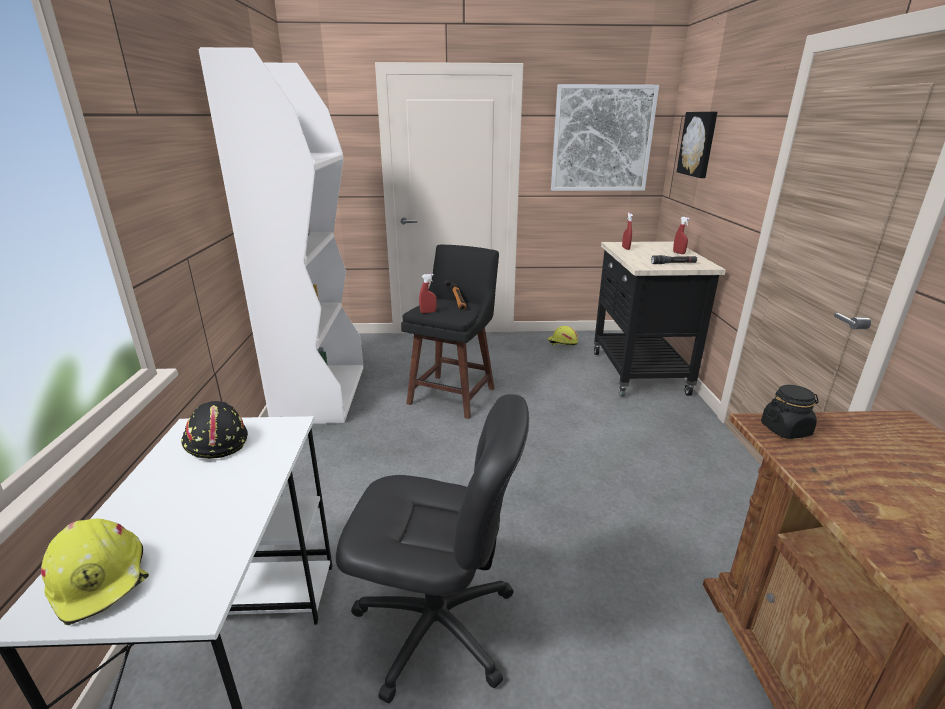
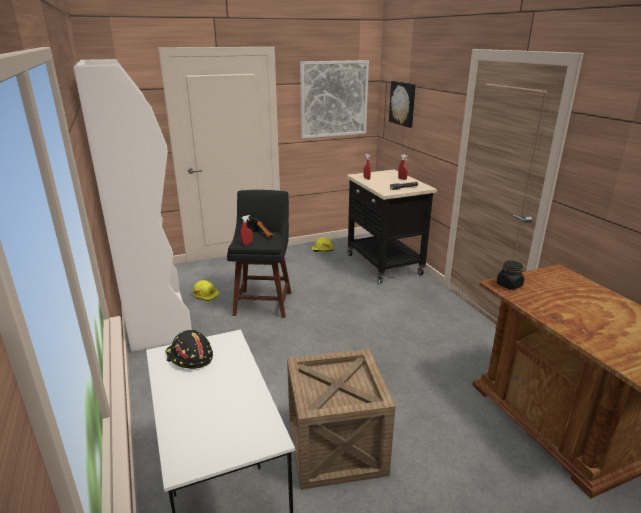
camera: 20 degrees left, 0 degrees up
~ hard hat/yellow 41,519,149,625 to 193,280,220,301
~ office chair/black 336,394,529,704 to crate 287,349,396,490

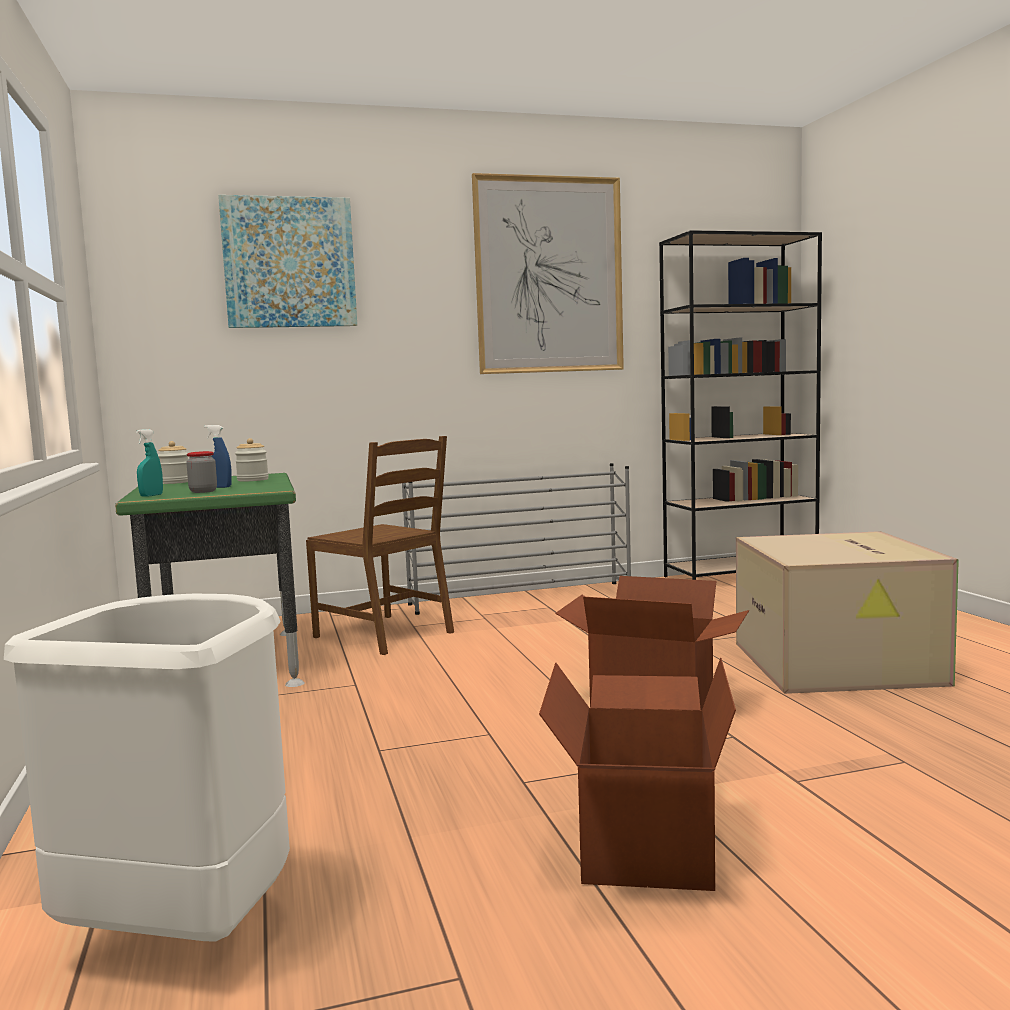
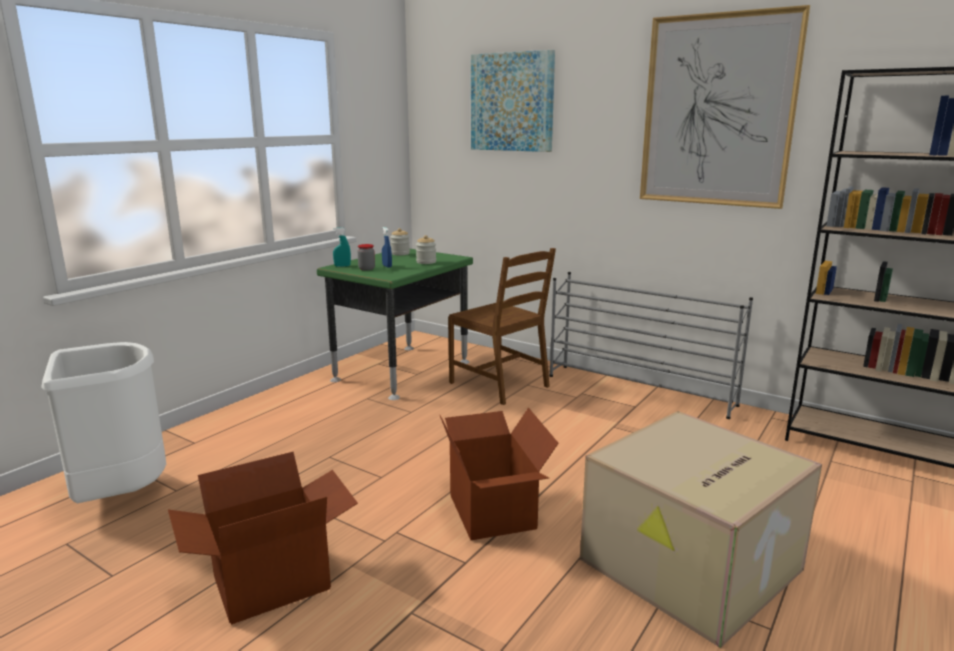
camera: 50 degrees right, 10 degrees up
~ chair/brown 306,436,454,655 = 448,248,556,405 45 degrees counterclockwise

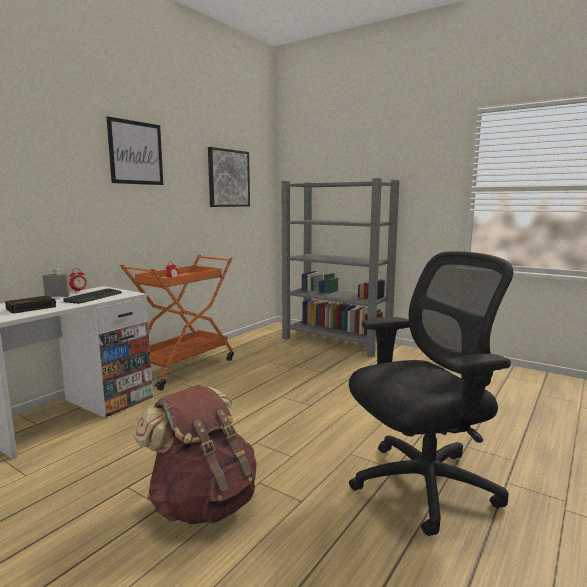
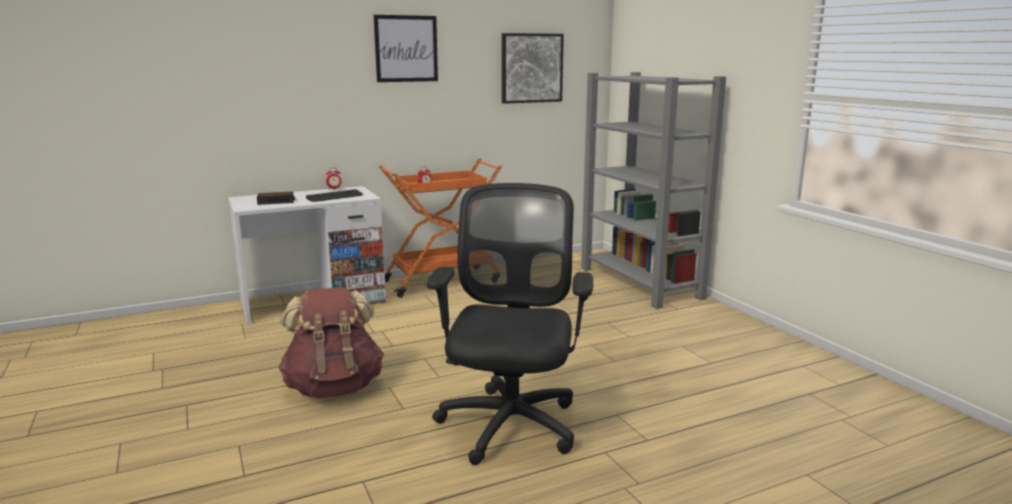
camera: 30 degrees right, 5 degrees up
~ office chair/black 349,251,513,536 = 427,183,593,465 90 degrees counterclockwise
- bottle/grey 42,268,70,297

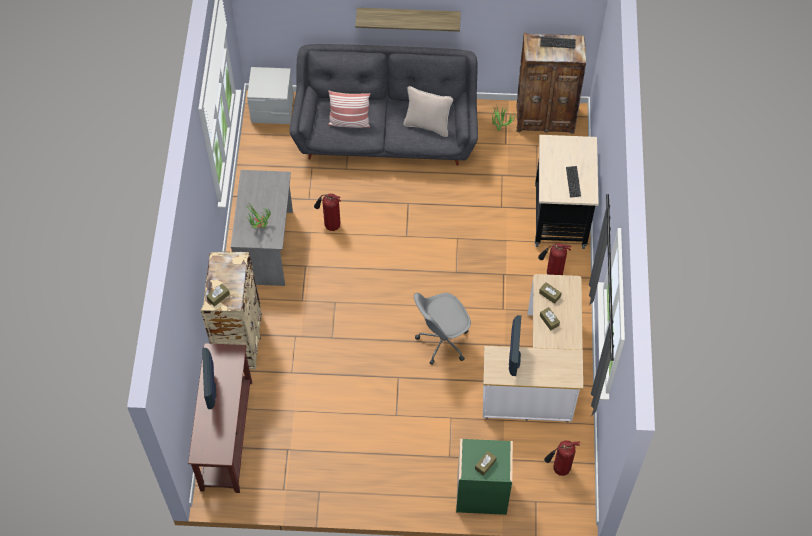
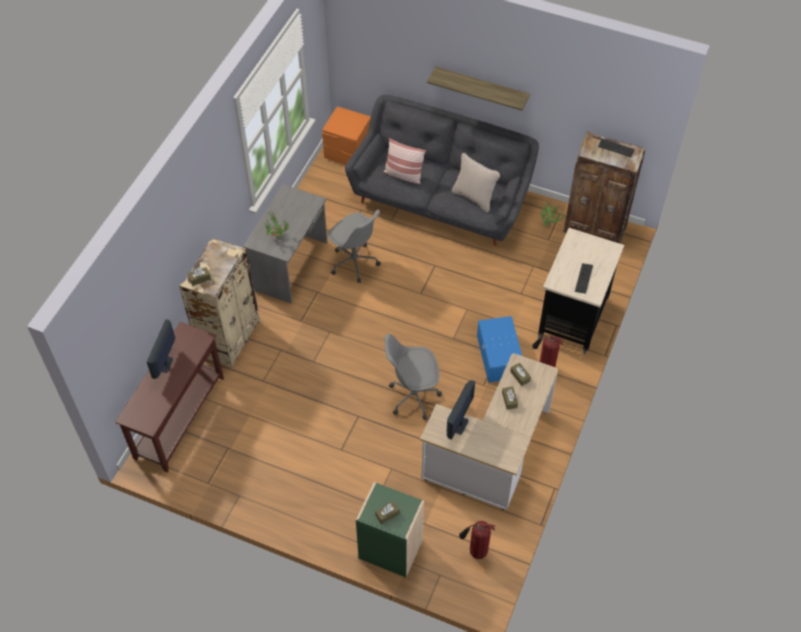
camera: 20 degrees right, 5 degrees down
~ nightstand/white 247,67,294,124 to nightstand/orange 322,106,371,165
~ fire extinguisher 314,194,341,231 to office chair/grey 328,209,381,283
+ storage box/blue 477,316,522,383

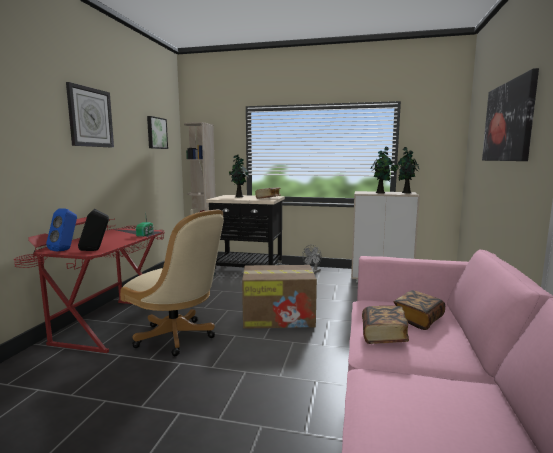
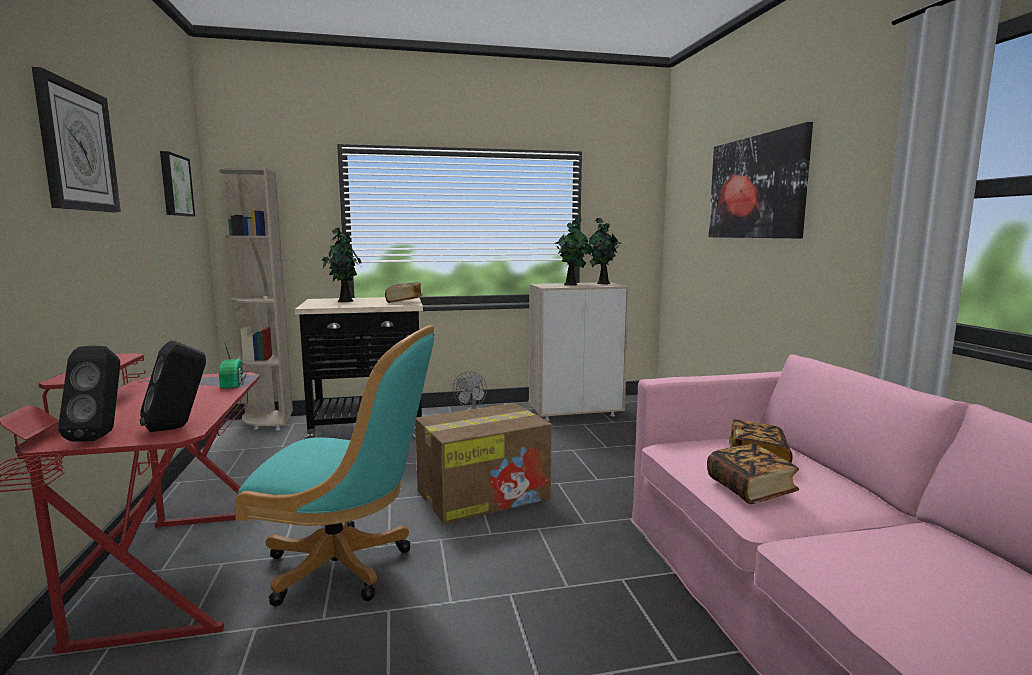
camera: 25 degrees left, 0 degrees up
~ speaker/blue 46,208,77,251 to speaker/black 58,346,120,442
~ office chair/beige 120,210,224,356 to office chair/turquoise 235,325,434,606

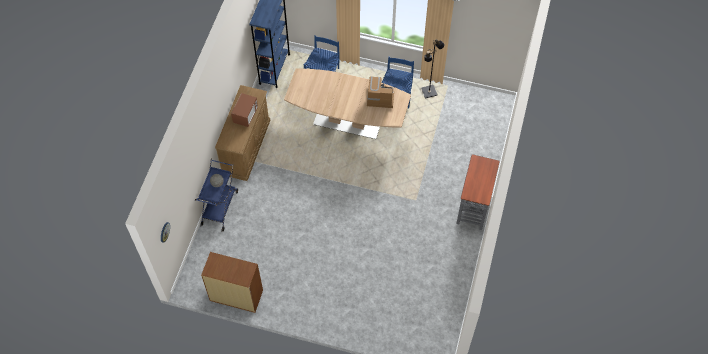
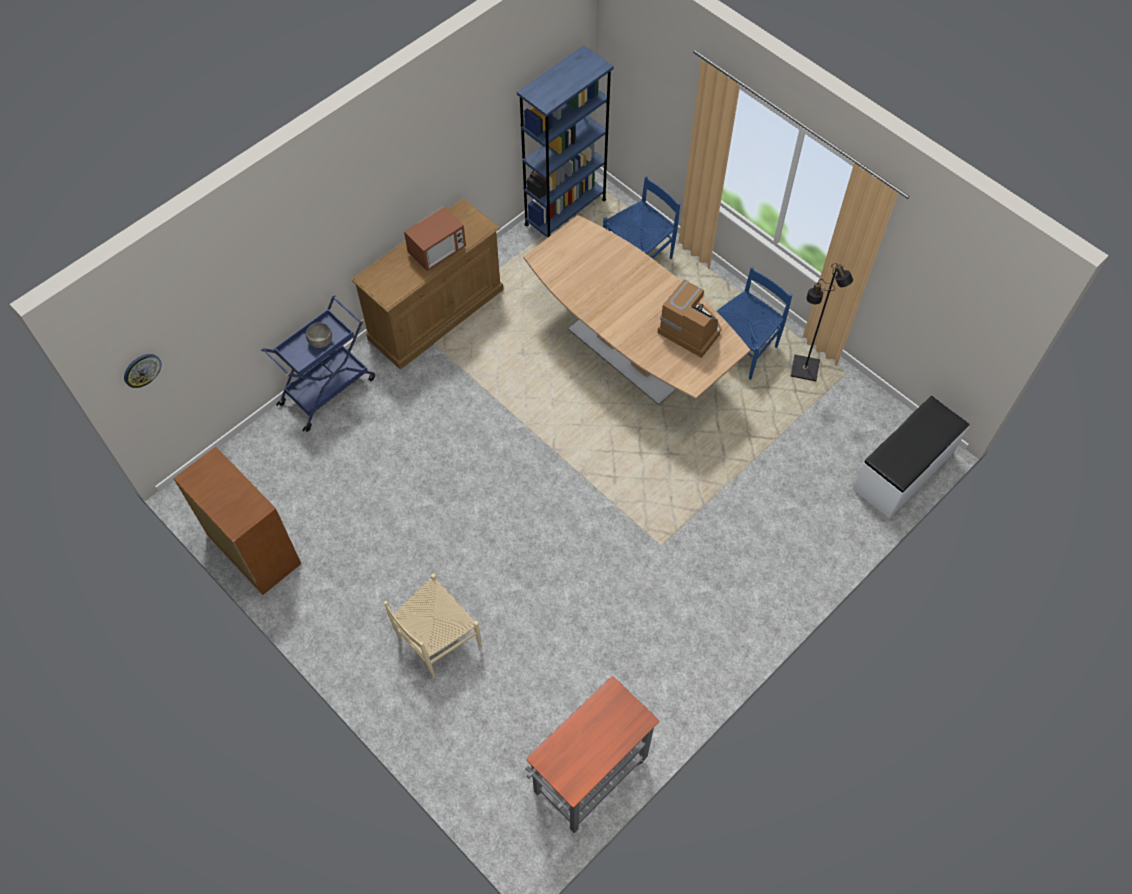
camera: 30 degrees right, 0 degrees up
+ chair/beige 384,573,481,677
~ cart/grey 456,154,500,230 to 525,676,659,833
+ bench/white 853,396,970,519

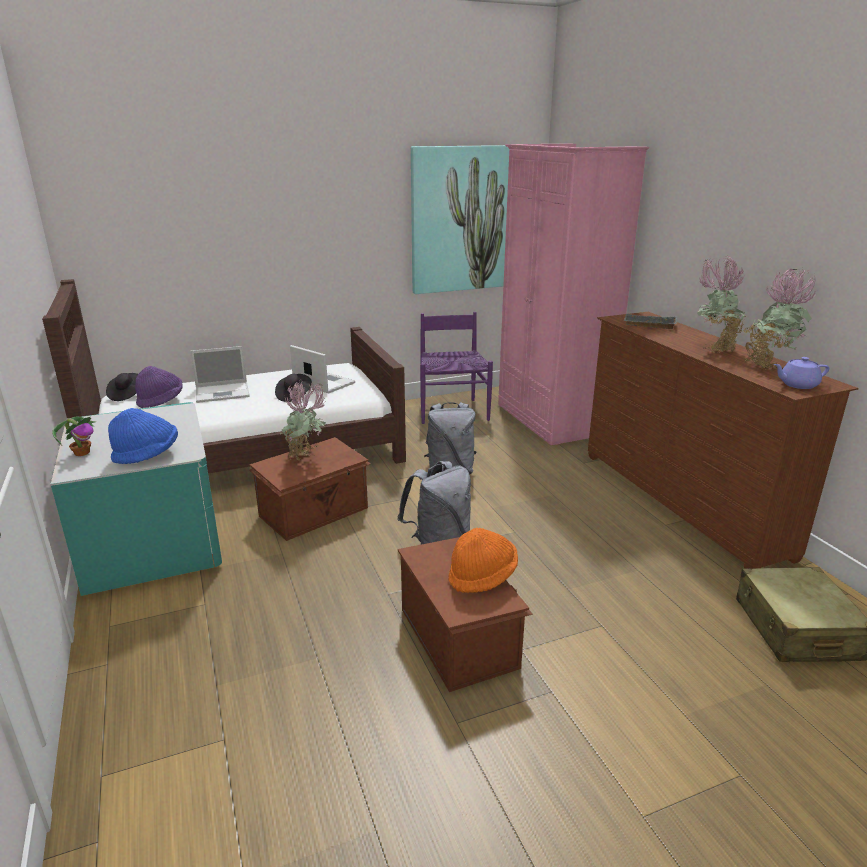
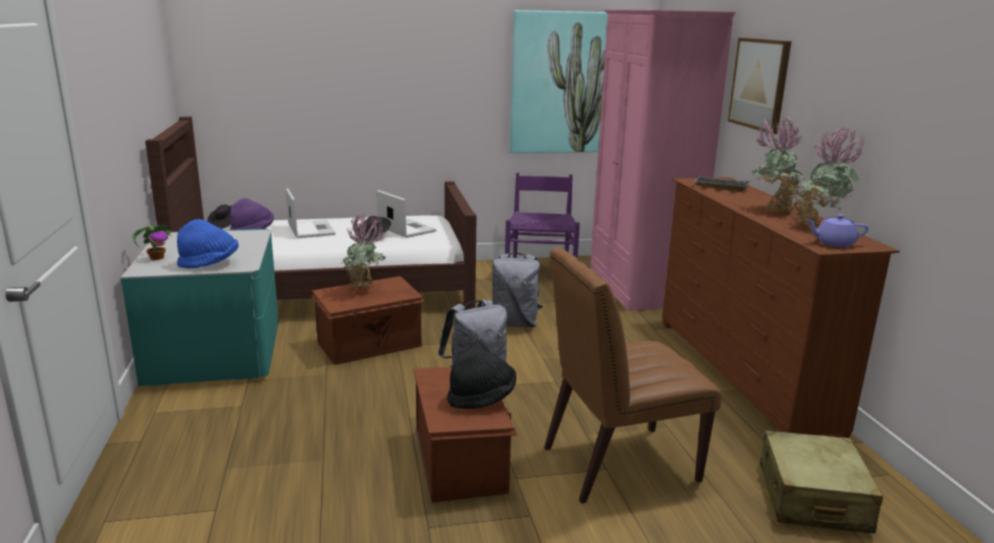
camera: 10 degrees right, 5 degrees down
~ laptop 190,346,250,403 = 286,188,336,238 105 degrees counterclockwise
~ hat/orange 448,528,518,593 to hat/black 447,347,516,409
+ chair/brown 544,247,721,503
+ picture 728,38,791,134

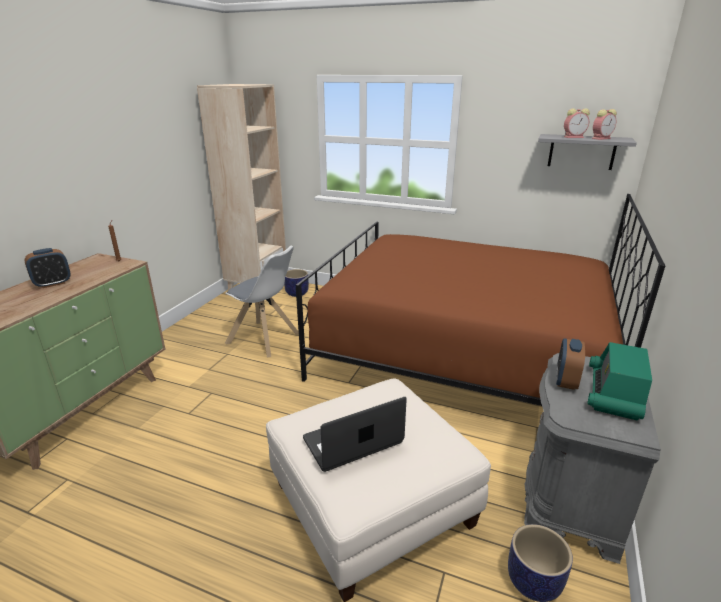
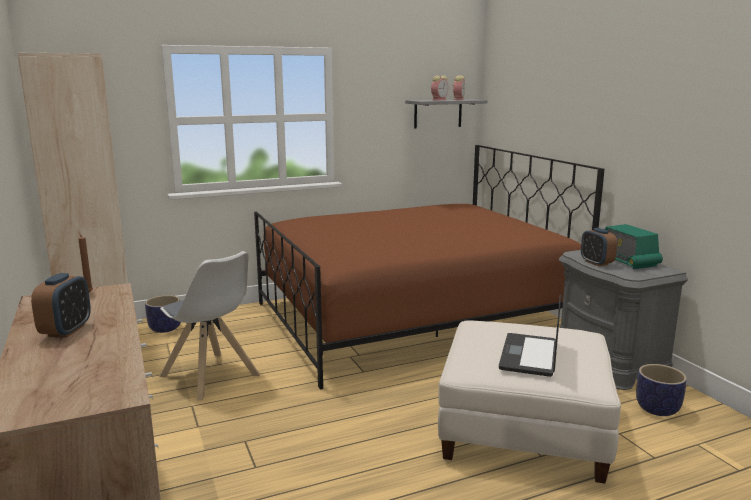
camera: 45 degrees left, 10 degrees down
~ chair 225,246,299,357 = 160,251,260,401 60 degrees clockwise

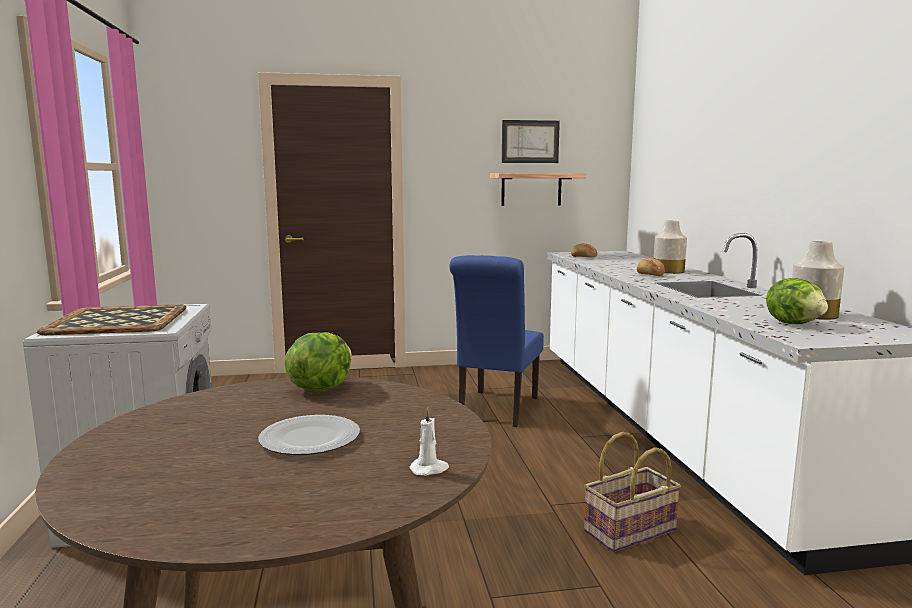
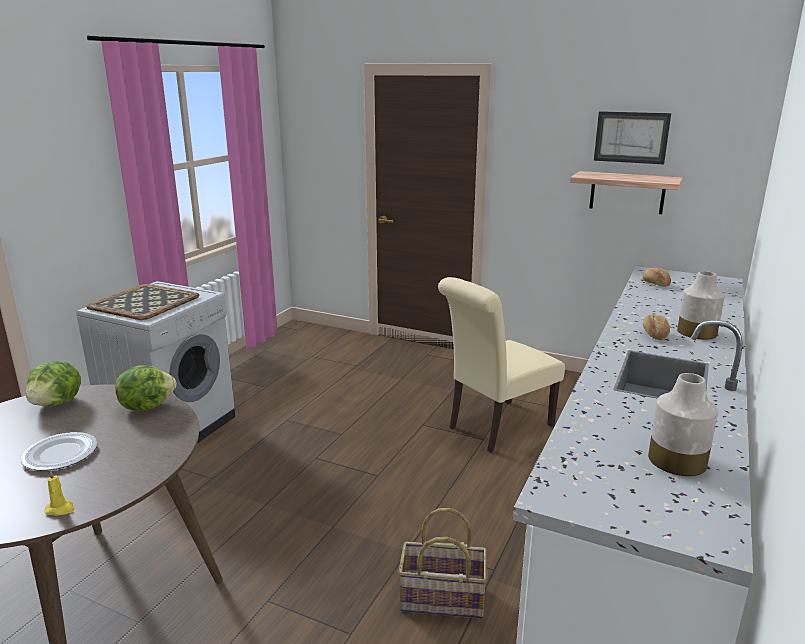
camera: 35 degrees right, 10 degrees up
~ lettuce 766,278,828,324 to 26,361,81,407
~ candle/white 409,407,449,475 to candle/yellow 45,469,74,516
~ chair/blue 450,255,544,427 to chair/beige 438,277,565,453

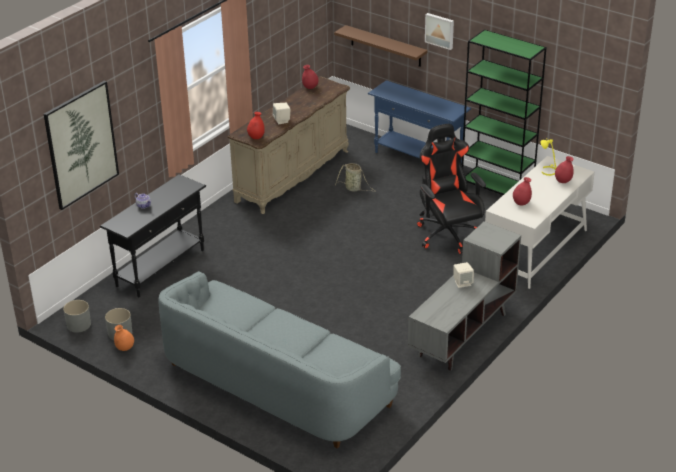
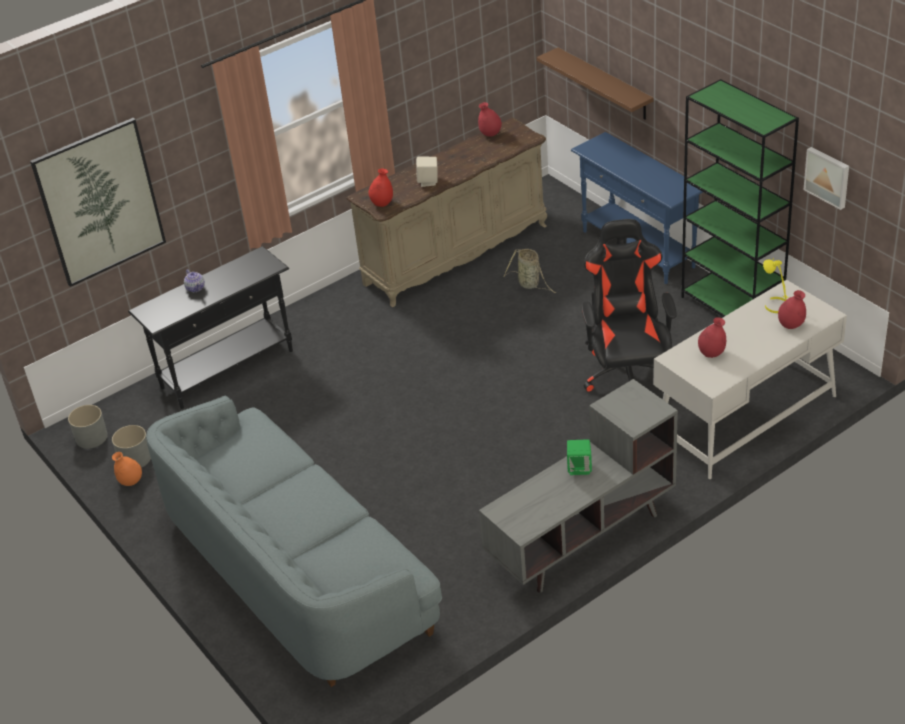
camera: 20 degrees right, 5 degrees up
~ speaker/beige 453,262,474,288 to speaker/green 567,439,592,475
~ picture 425,13,454,50 to 804,147,849,210

